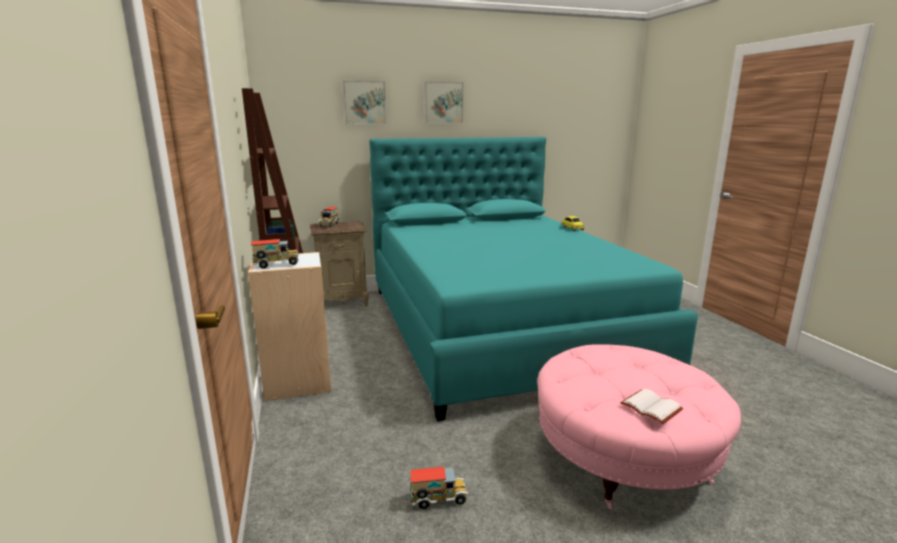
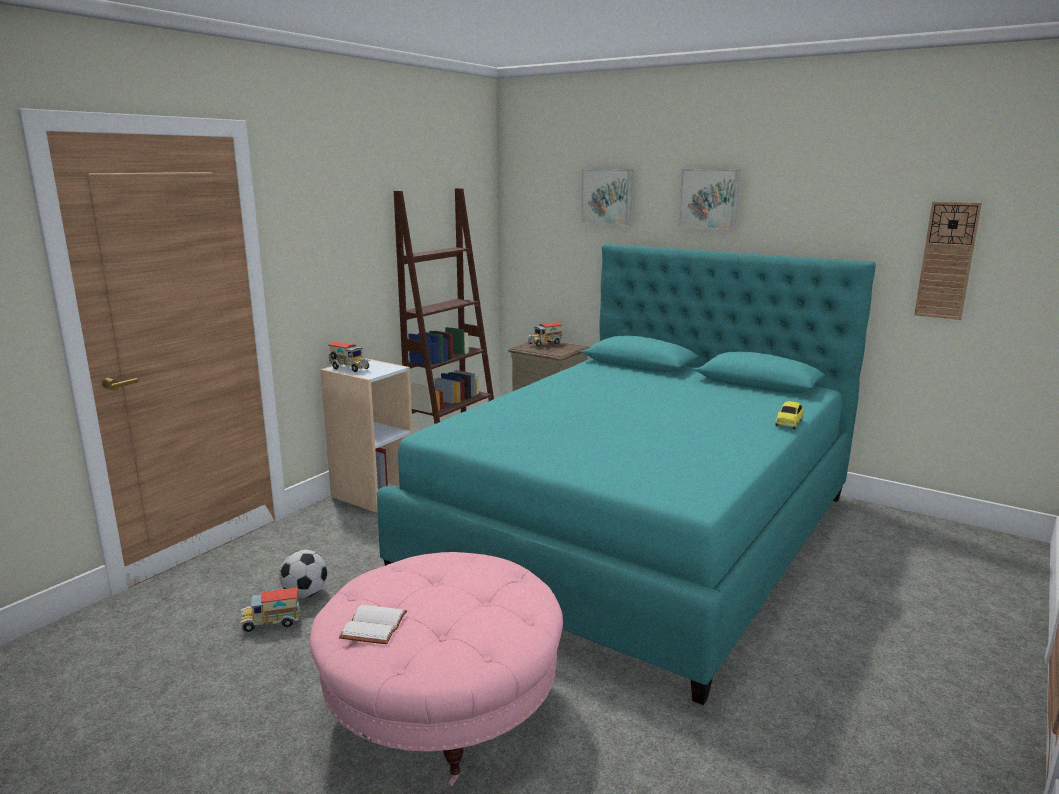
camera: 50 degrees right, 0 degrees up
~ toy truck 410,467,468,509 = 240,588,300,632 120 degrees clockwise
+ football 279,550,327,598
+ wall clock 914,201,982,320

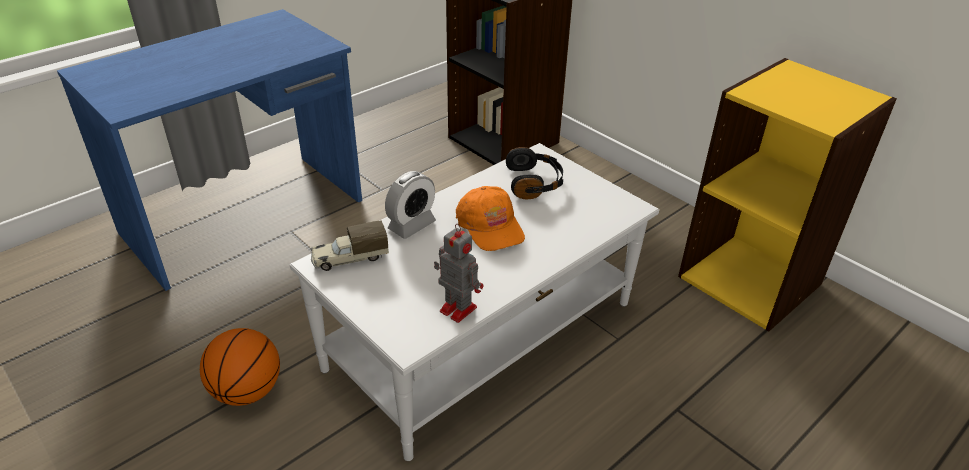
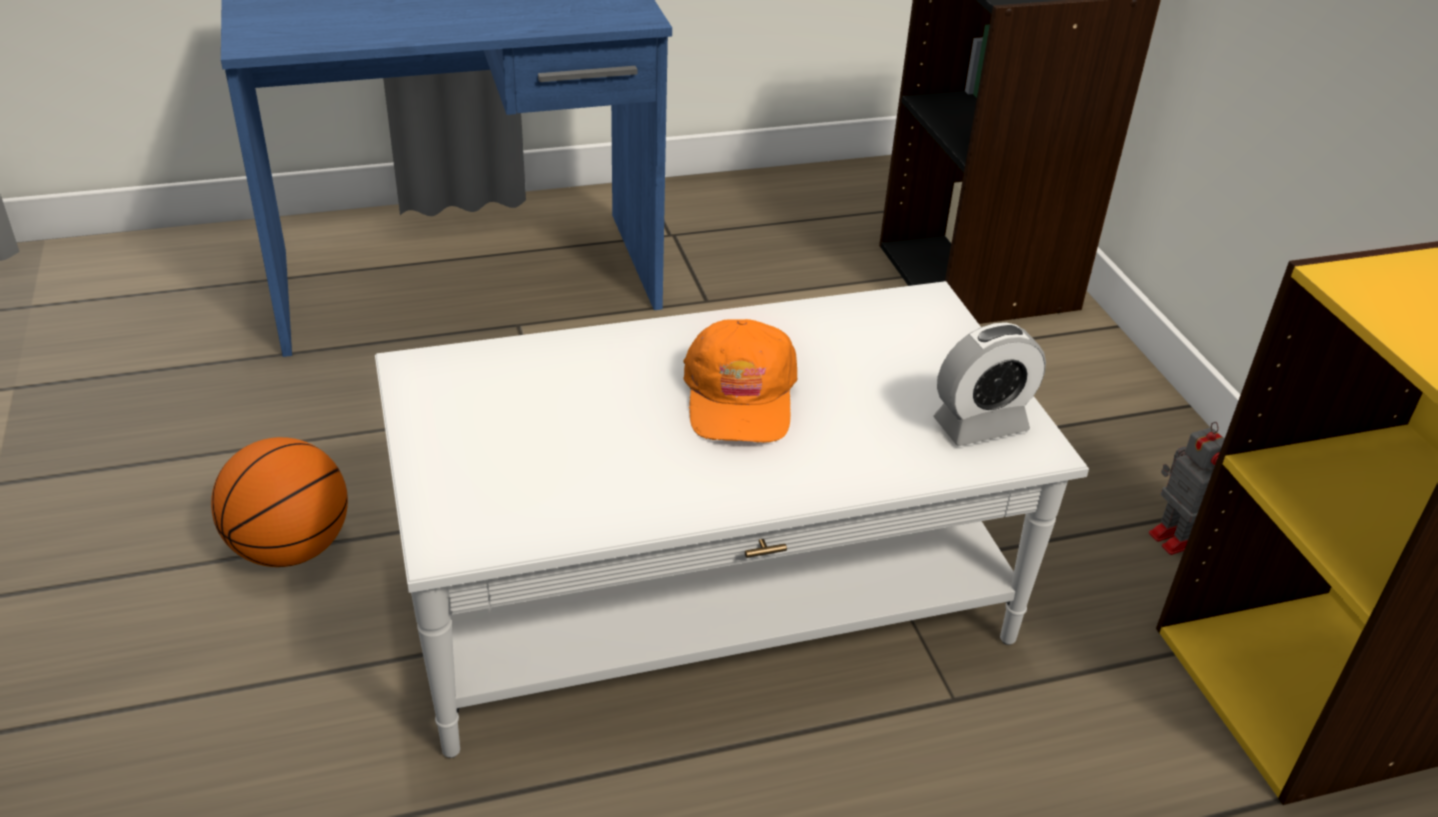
camera: 25 degrees right, 0 degrees up
~ alarm clock 385,171,436,239 to 933,322,1046,446
~ toy robot 434,224,483,323 to 1149,422,1224,555
- toy truck 311,220,389,271
- headphones/black 506,147,563,199

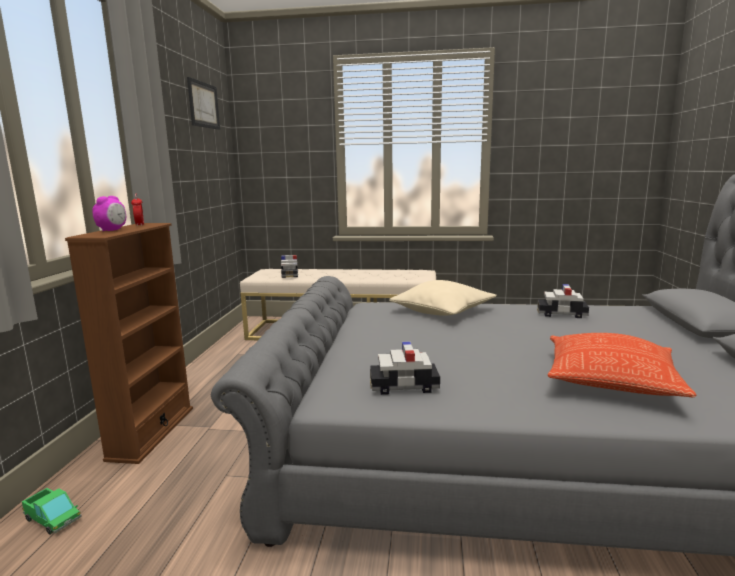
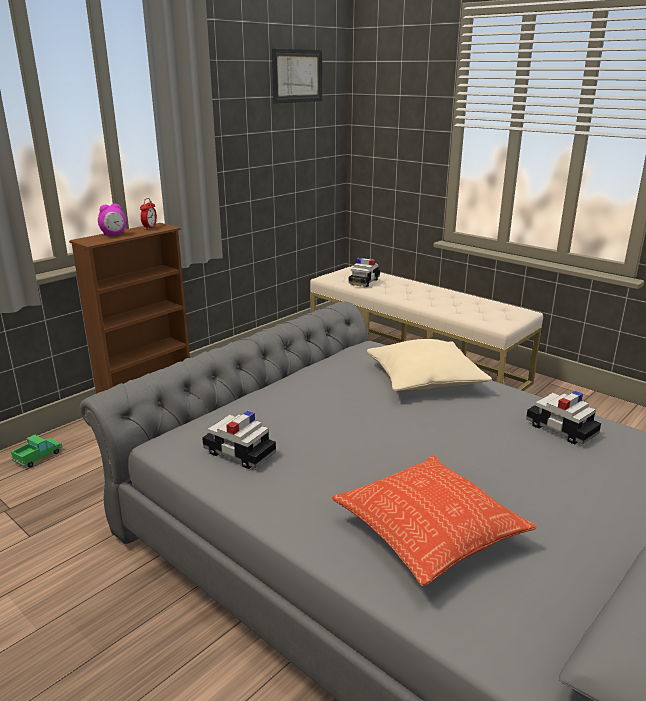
camera: 35 degrees right, 10 degrees up
~ toy truck 22,488,82,534 = 11,435,63,468 120 degrees counterclockwise

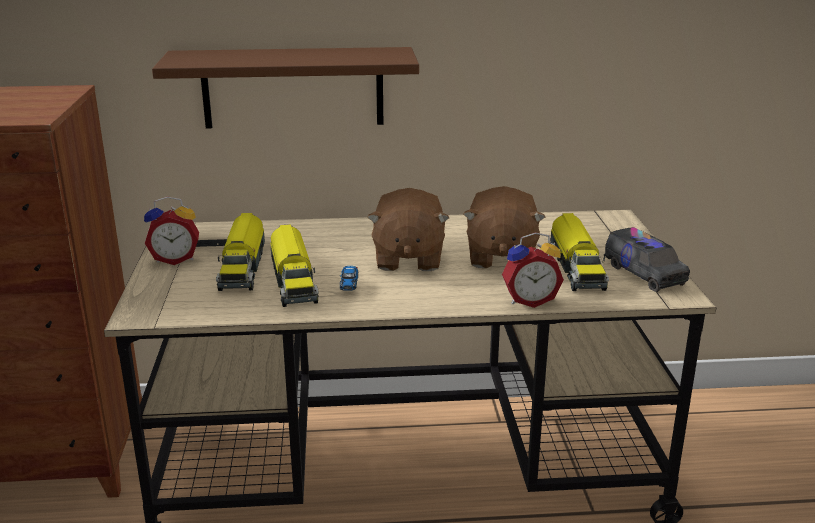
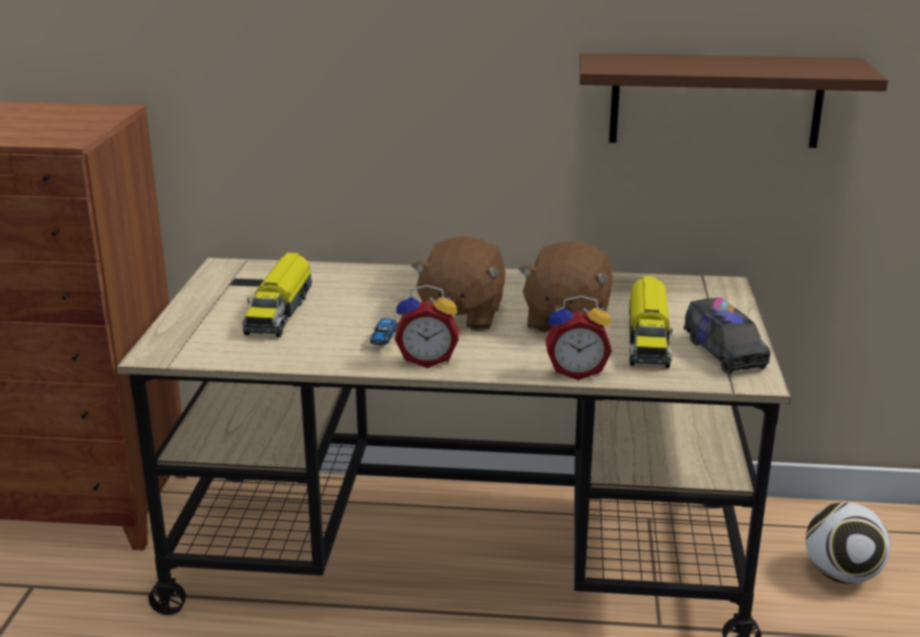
camera: 10 degrees right, 0 degrees up
~ alarm clock 144,196,199,265 to 395,285,459,368
~ shelf/brown 152,47,419,128 to 579,53,888,148
+ football 806,502,890,584
- toy truck 270,224,319,307

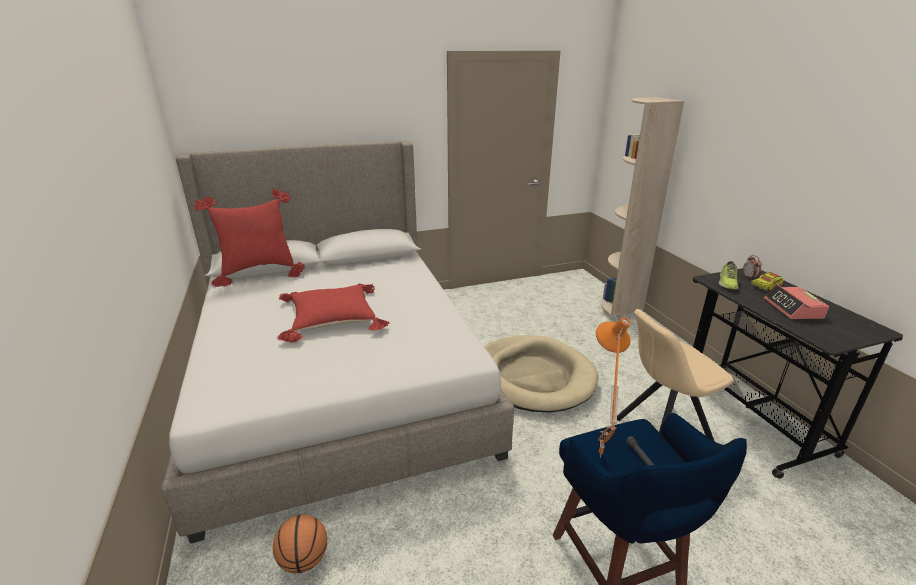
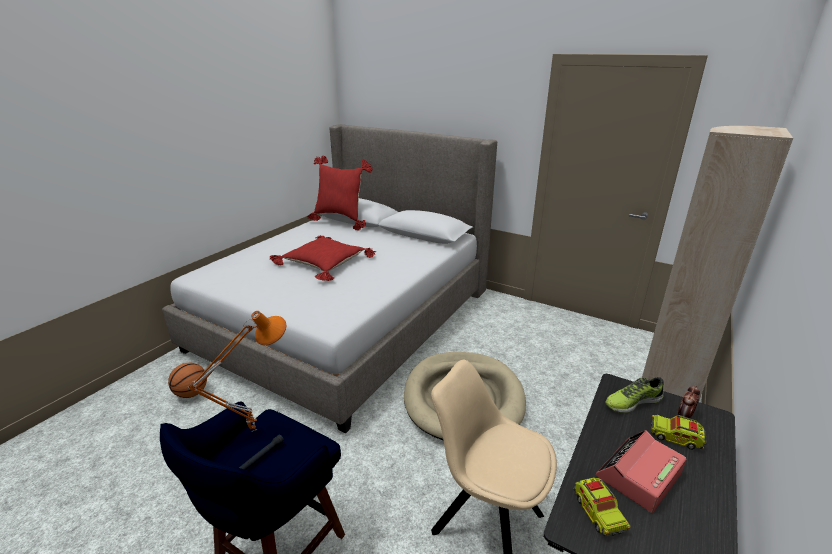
camera: 50 degrees right, 0 degrees up
+ toy truck 573,478,631,536

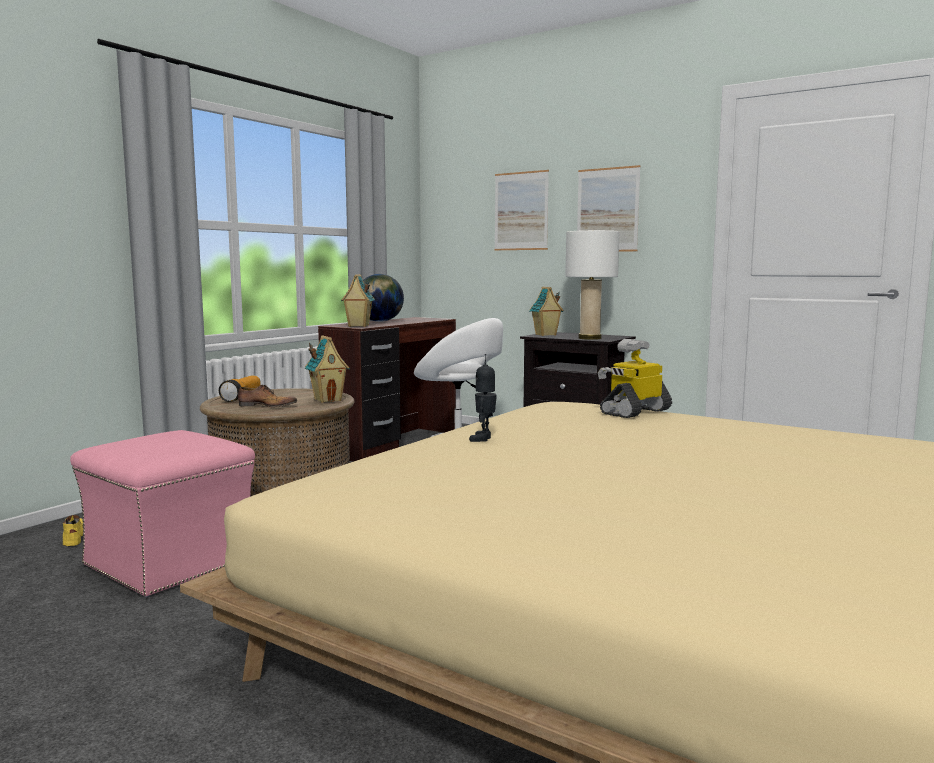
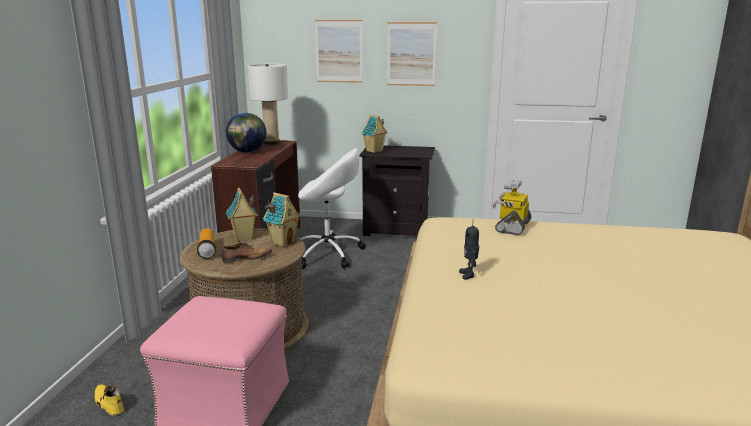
camera: 25 degrees left, 10 degrees up
~ toy house 341,274,375,327 to 226,188,258,241
~ table lamp/white 565,230,619,340 to 247,64,288,145

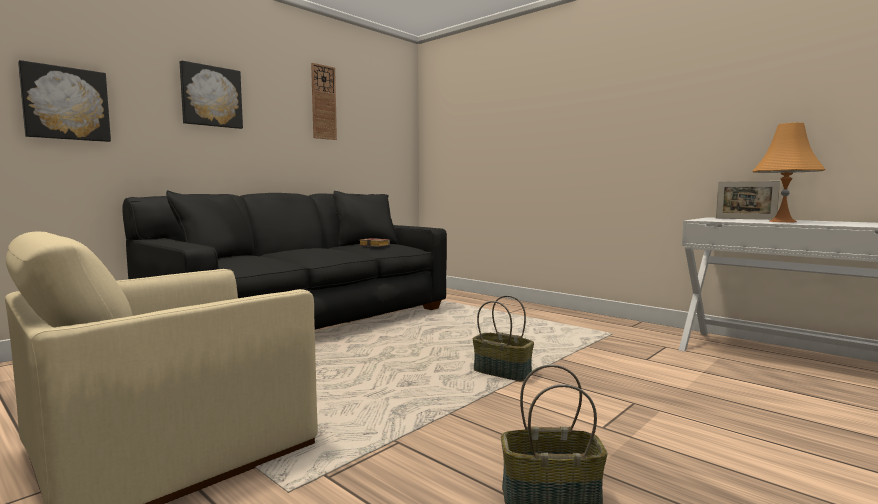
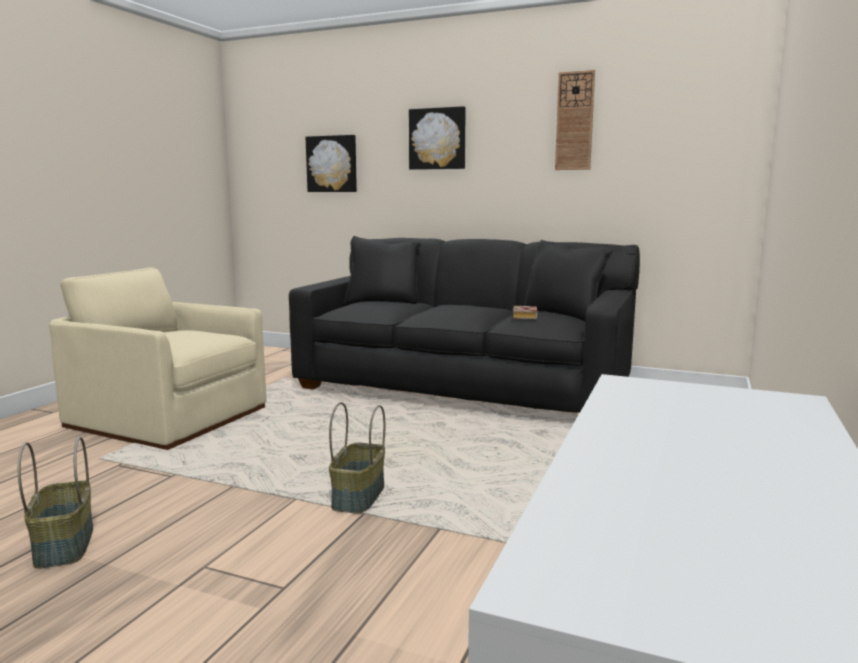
camera: 70 degrees right, 5 degrees up
- picture frame 716,181,780,220
- table lamp/orange 752,122,825,222

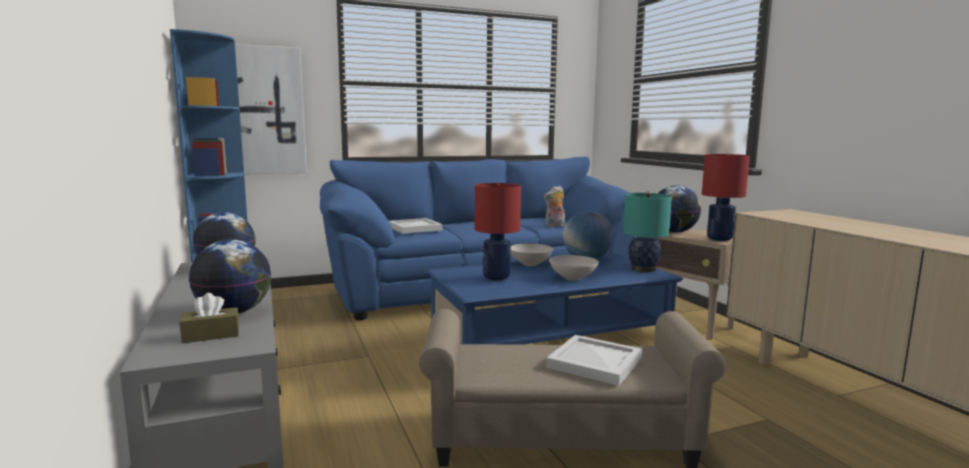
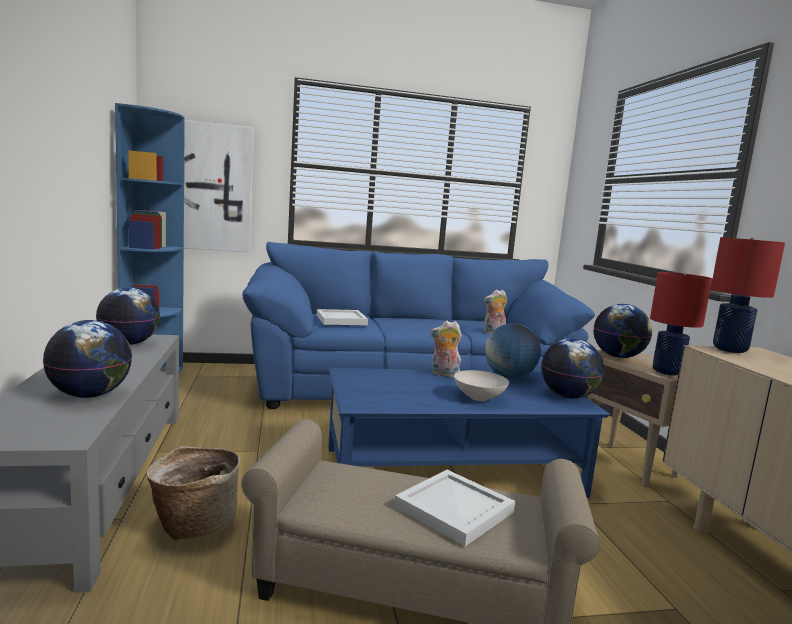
camera: 10 degrees right, 0 degrees up
+ basket 146,446,240,541
~ bowl/white 511,244,553,266 to plush toy 430,321,462,377
~ table lamp/turquoise 623,191,672,272 to globe 541,338,604,399
~ table lamp/red 475,183,521,280 to 711,237,785,353
- tissue box/brown 180,293,239,343

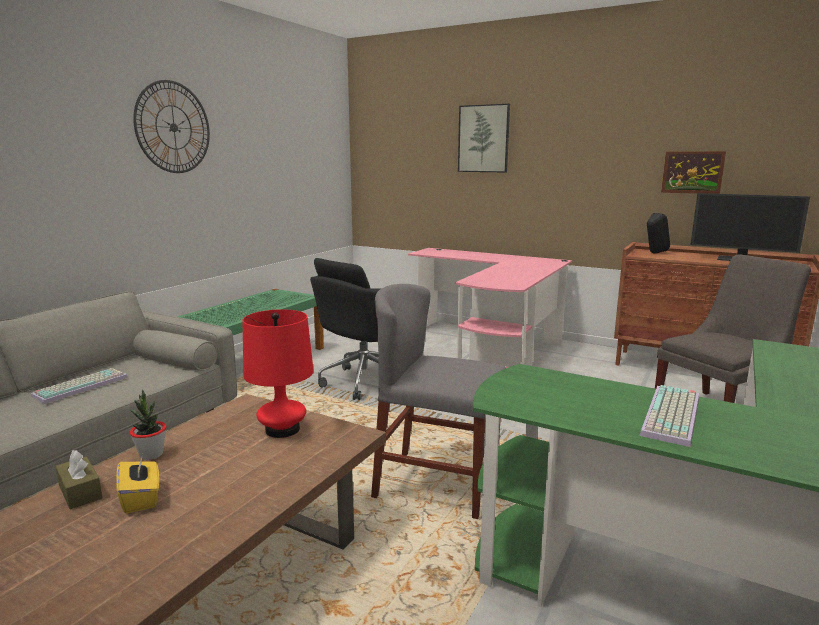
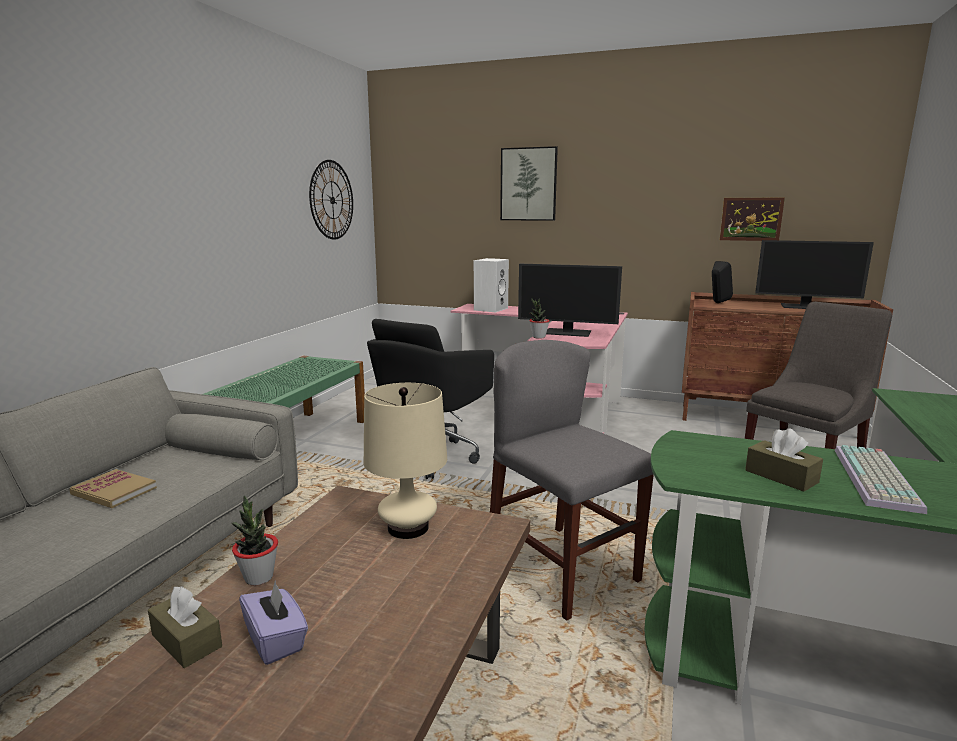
camera: 10 degrees left, 0 degrees up
~ keyboard 31,368,128,404 to book 69,469,157,508
~ tissue box/yellow 116,454,159,514 to tissue box/purple 239,581,308,665
~ wall clock 133,80,210,173 to 309,160,353,239
~ table lamp/red 242,309,314,438 to table lamp/beige 364,383,447,539
+ speaker/white 474,258,509,312
~ chair/grey 371,284,506,519 = 490,340,654,621 45 degrees clockwise
+ monitor 518,264,622,337
+ potted plant 529,299,550,339
+ tissue box/brown 745,428,823,492

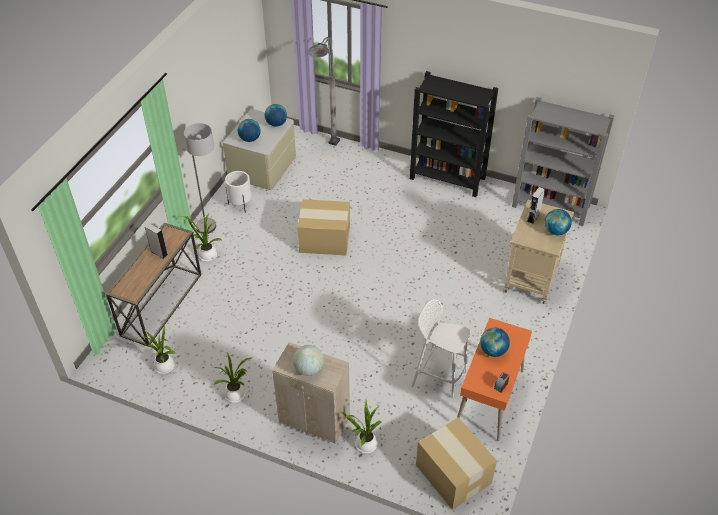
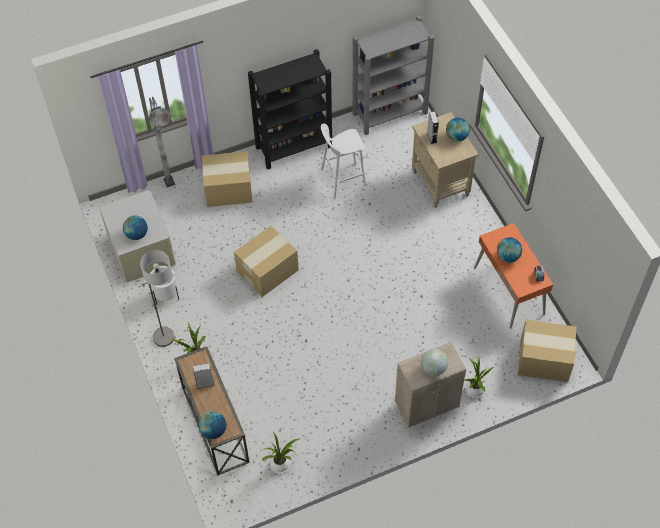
camera: 45 degrees left, 10 degrees up
~ globe 265,104,287,127 to 199,411,226,439
+ cardboard box 202,151,253,207
~ stool/white 411,299,470,399 to 321,124,366,199
- potted plant 213,352,251,403

